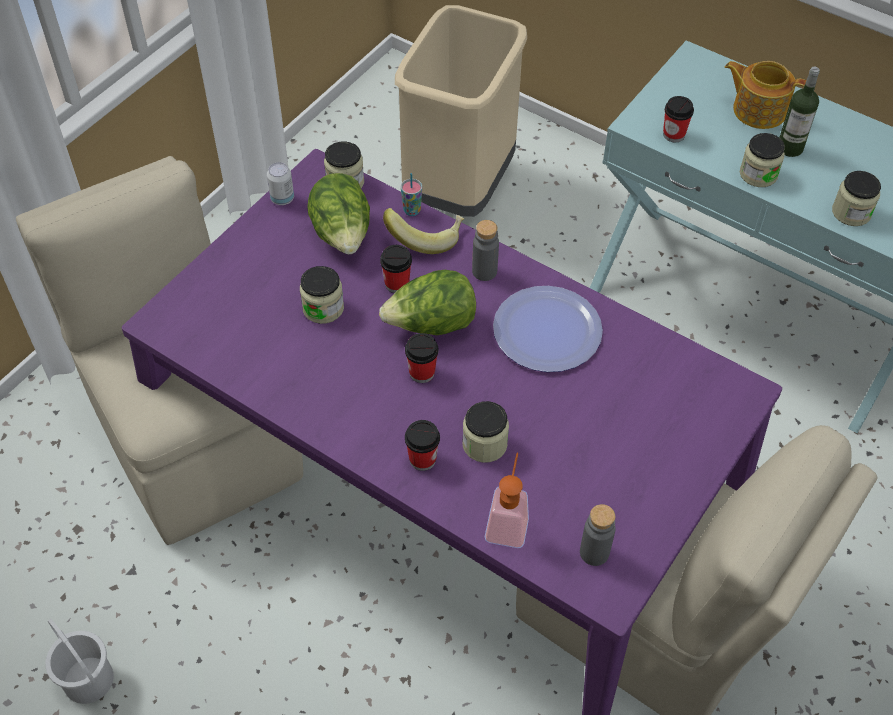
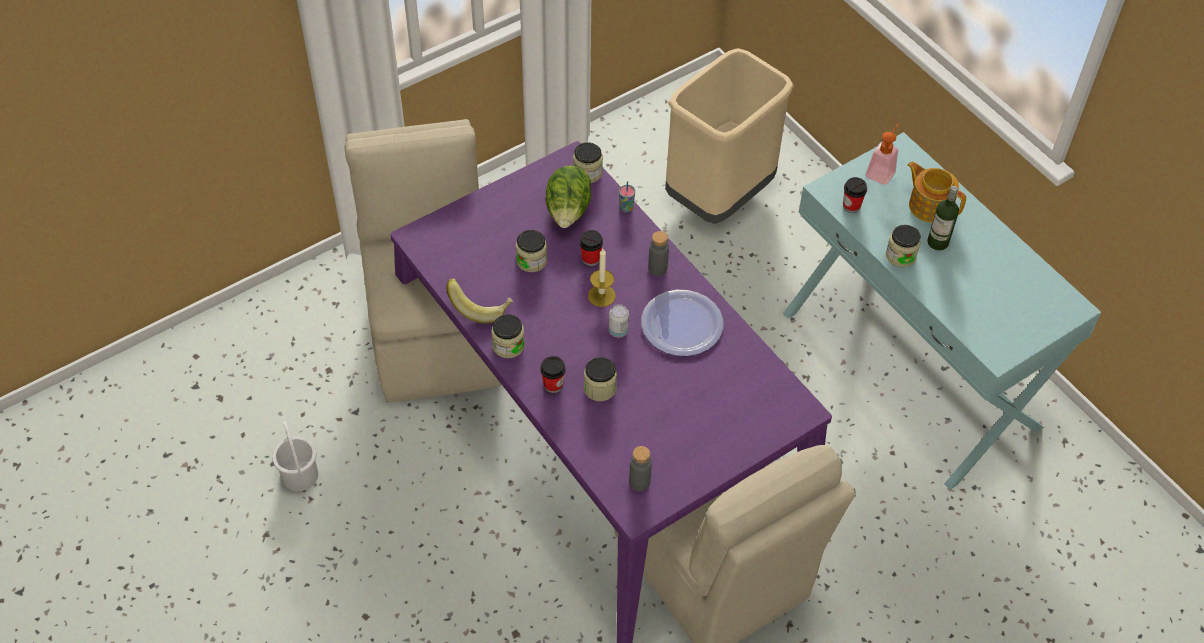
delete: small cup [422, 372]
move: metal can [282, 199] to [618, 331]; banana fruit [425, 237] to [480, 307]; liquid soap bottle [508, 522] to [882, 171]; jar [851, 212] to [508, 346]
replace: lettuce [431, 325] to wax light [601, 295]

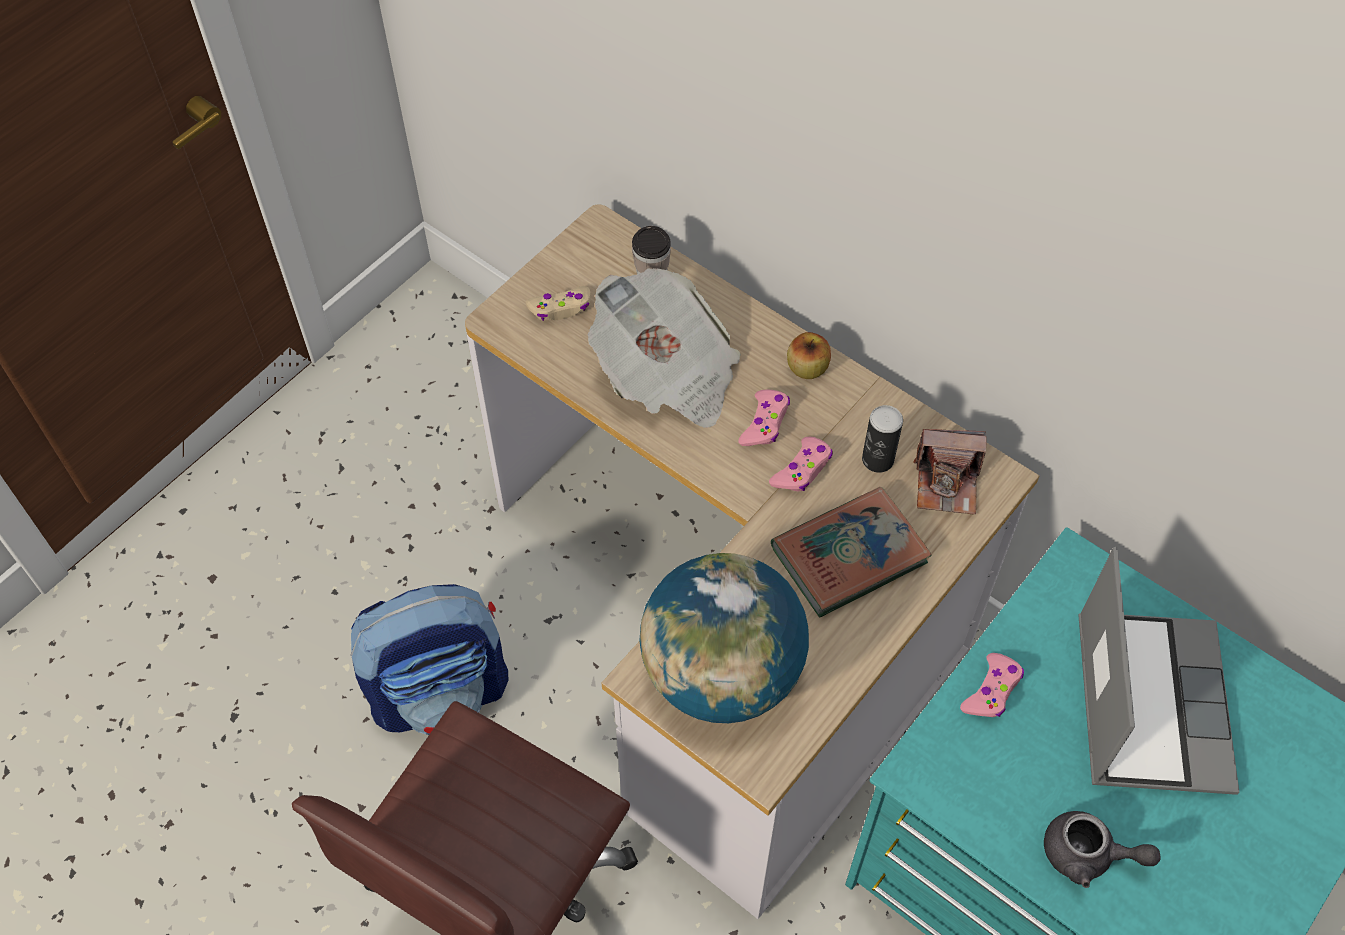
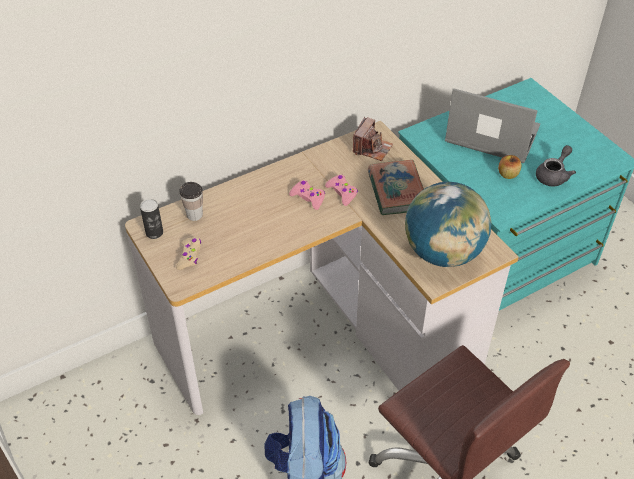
delete: printed paper [666, 374]; joypad (pink) [992, 691]
move: whole apple [807, 368] to [508, 174]; metal can [877, 459] to [154, 233]

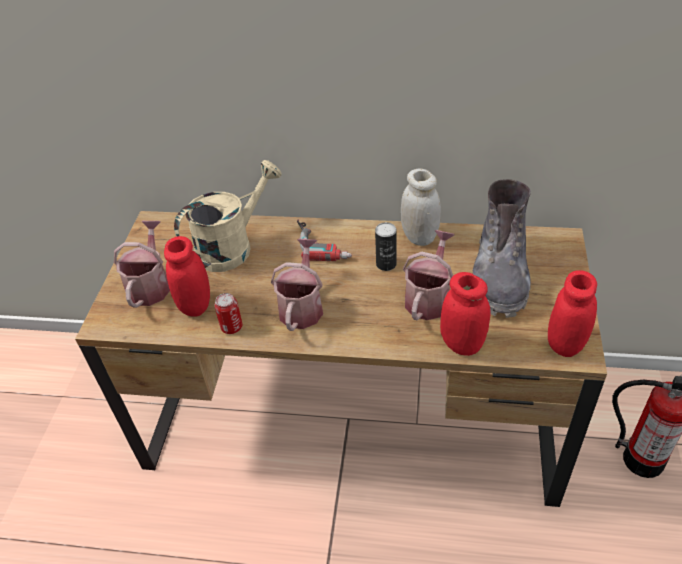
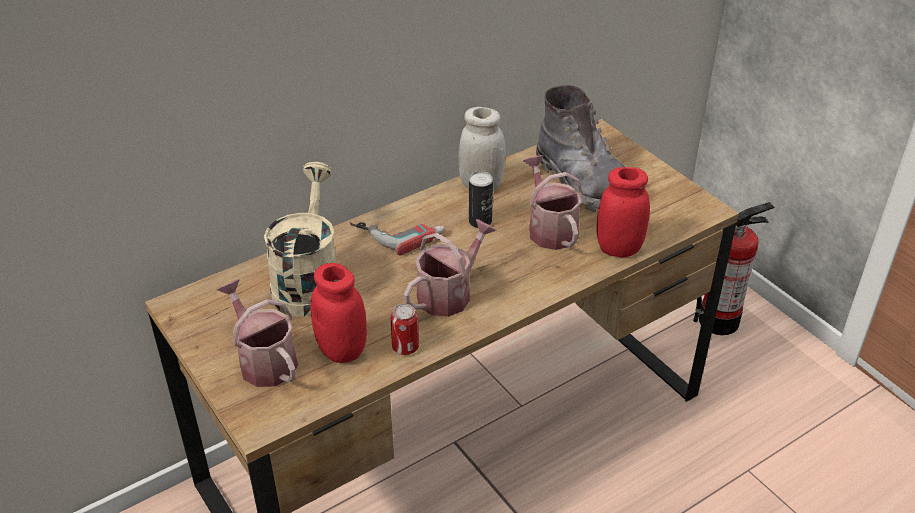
delete: jar (reddish) [565, 344]
rotate: watering can [302, 306] = [449, 293] 75 degrees clockwise

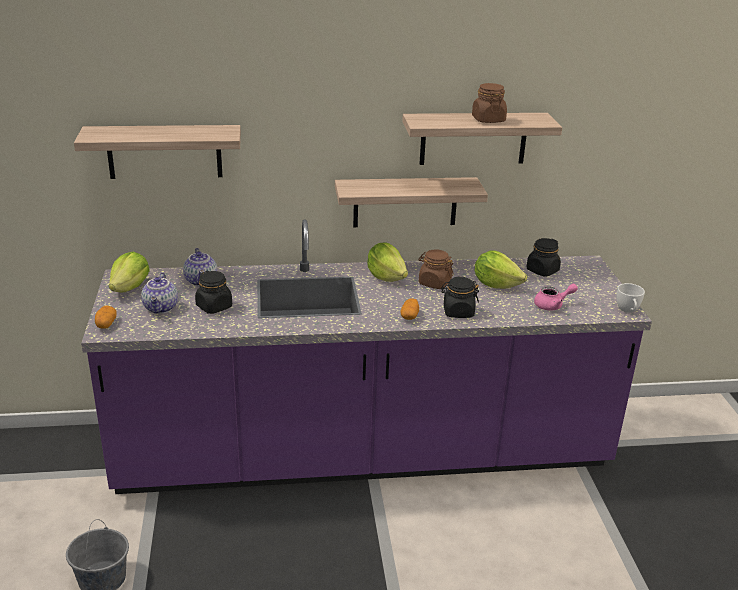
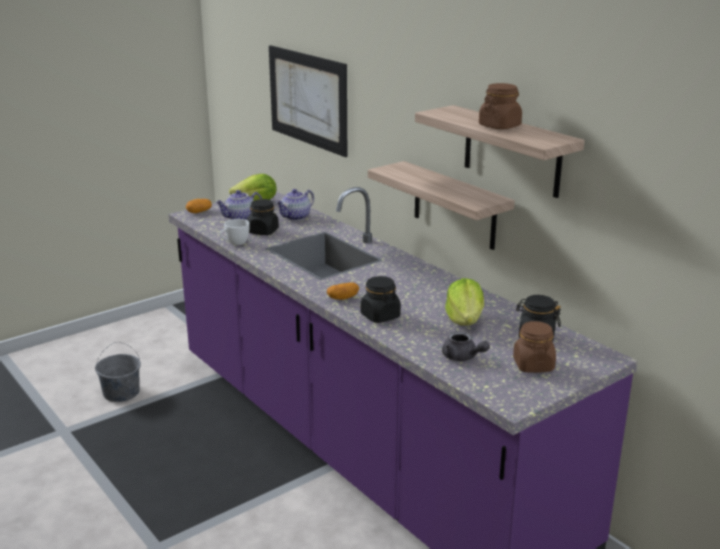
delete: lettuce [386, 277]
move: jar (brown-coloured) [434, 283] to [533, 365]; small cup (white-coloured) [628, 310] to [235, 243]
replace: wall shelf [164, 151] to picture [307, 99]
recolor: tea pot (pink) [552, 305] to tea pot (gray) [462, 357]

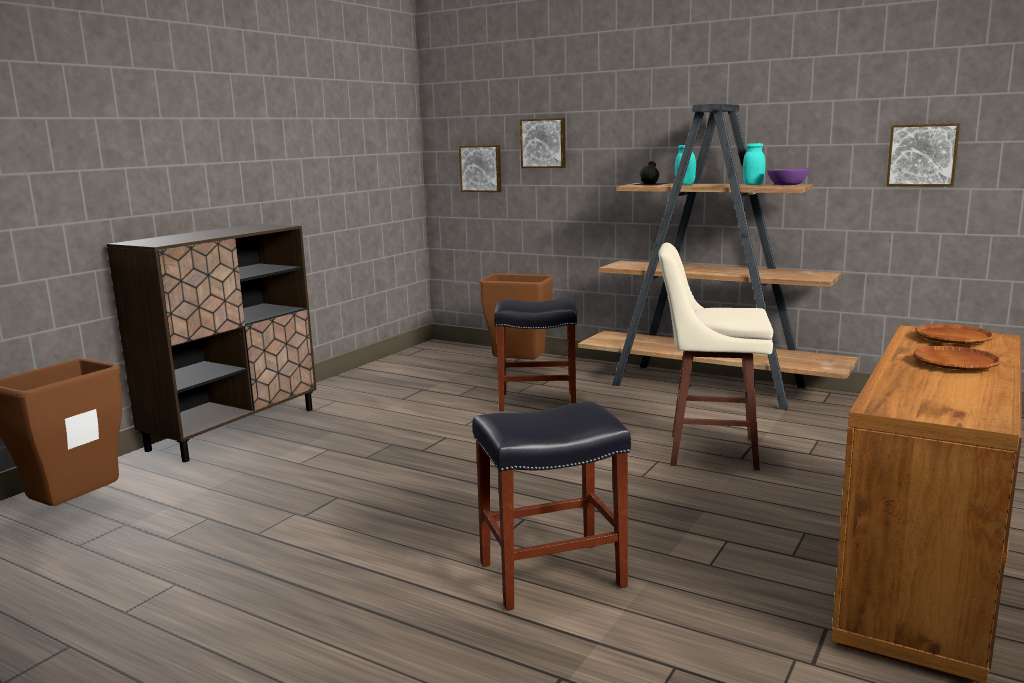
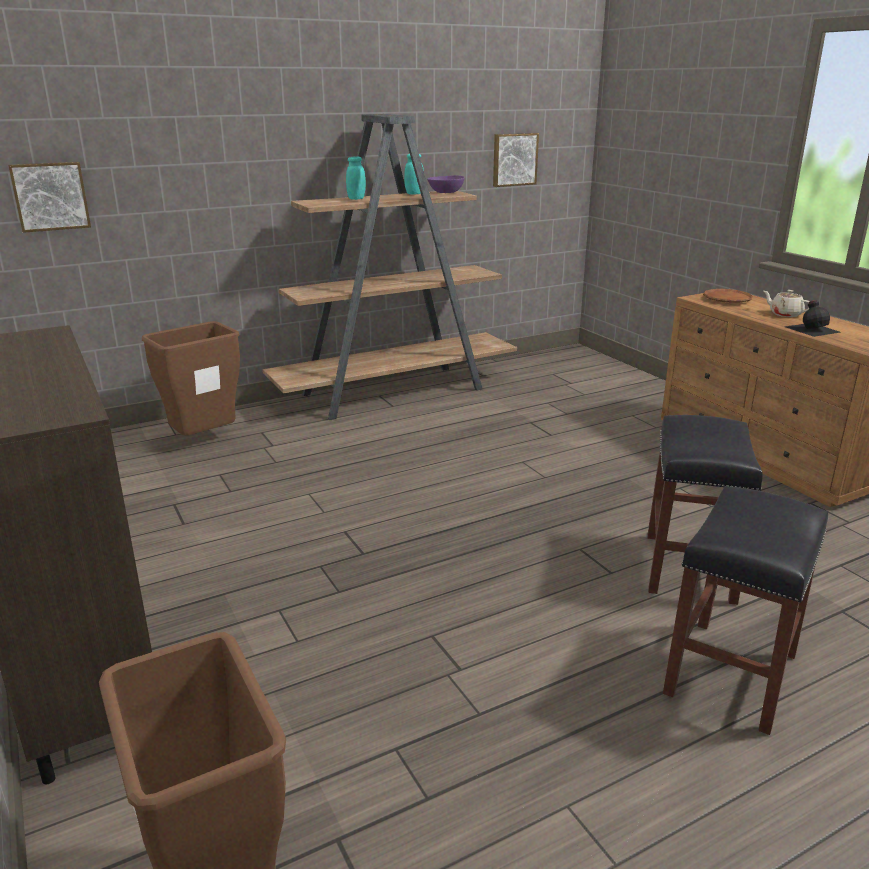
delete: picture [544, 143]; sitting stool (beige-coloured) [709, 451]
move: sitting stool (black-coloured) [536, 401] to [731, 675]; drink bottle (black-coloured) [650, 184] to [812, 329]
replace: dinner plate (brown-coloured) [954, 364] to tea pot (beige-coloured) [784, 314]

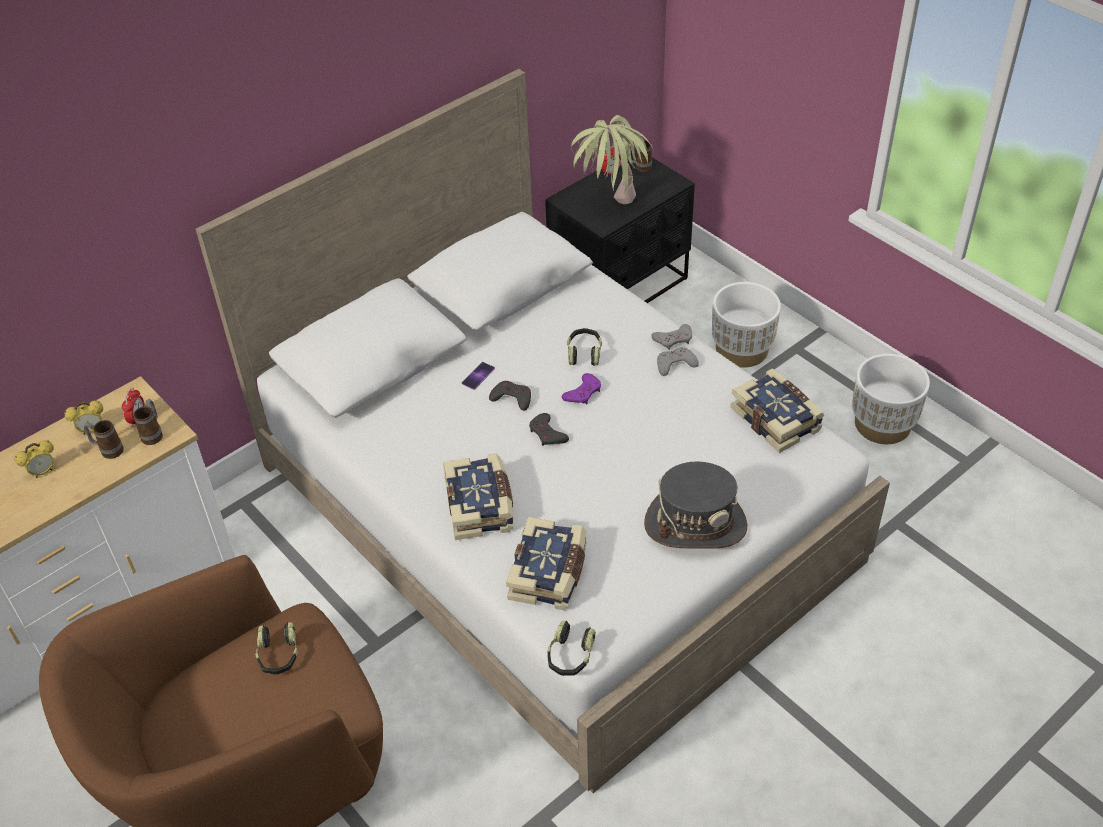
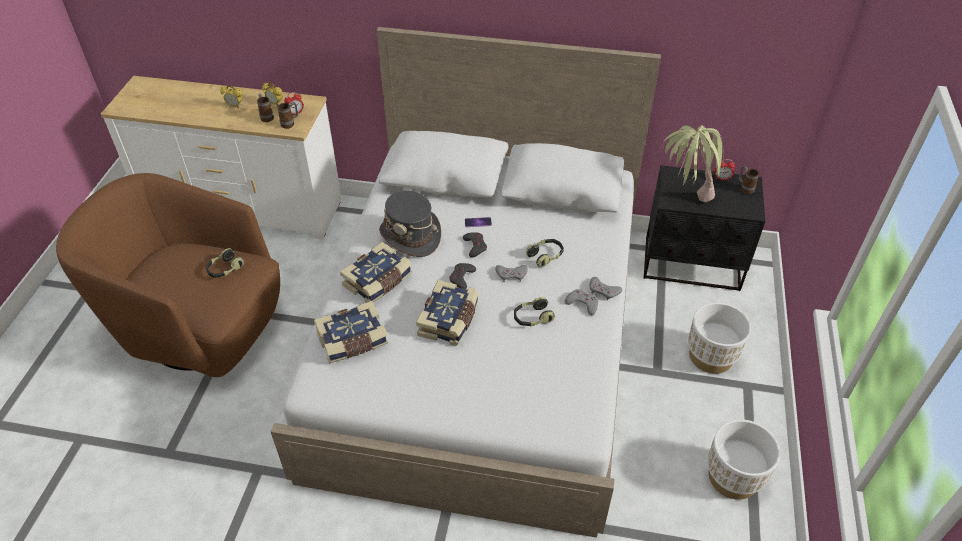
move: headset [570, 656] to [532, 318]; wearable hat (gray) [695, 524] to [411, 235]; bound book [777, 419] to [449, 320]
recolor: joypad (purple-coloured) [583, 393] to joypad (gray) [511, 274]

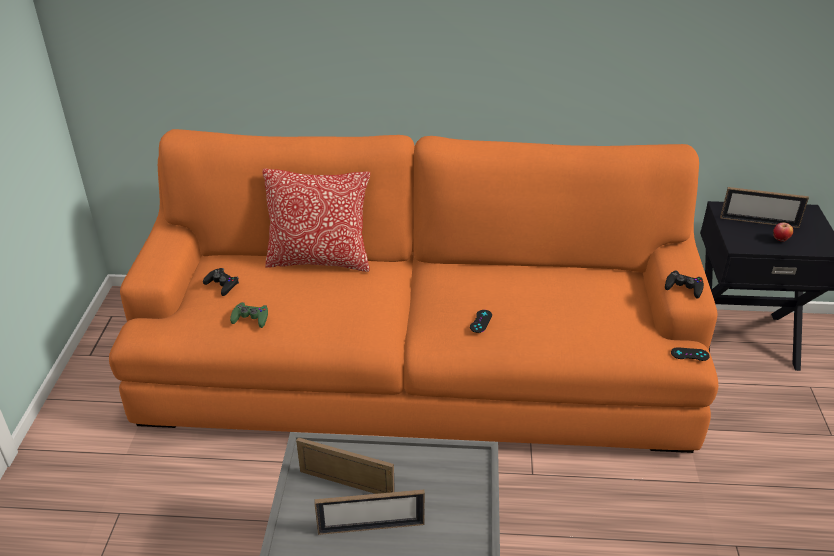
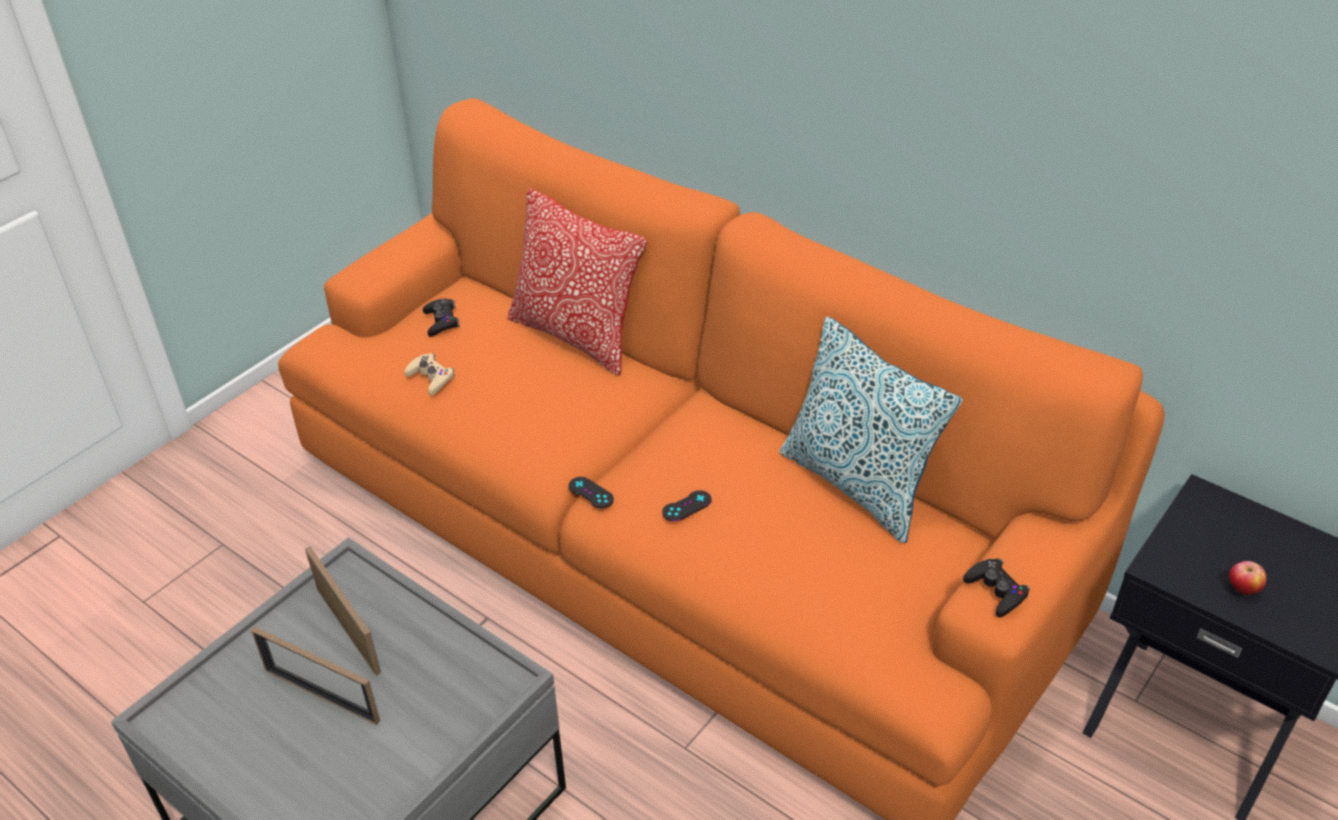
delete: standing frame [759, 222]
insert: throw pillow [857, 485]
move: joypad (black-coloured) [689, 354] to [591, 493]
recolor: joypad (green-coloured) [250, 318] to joypad (beige-coloured) [431, 378]

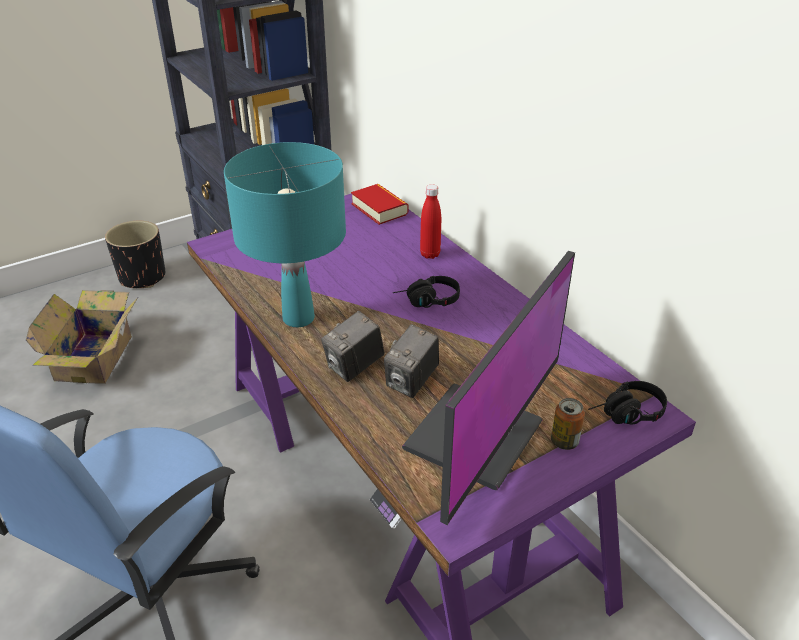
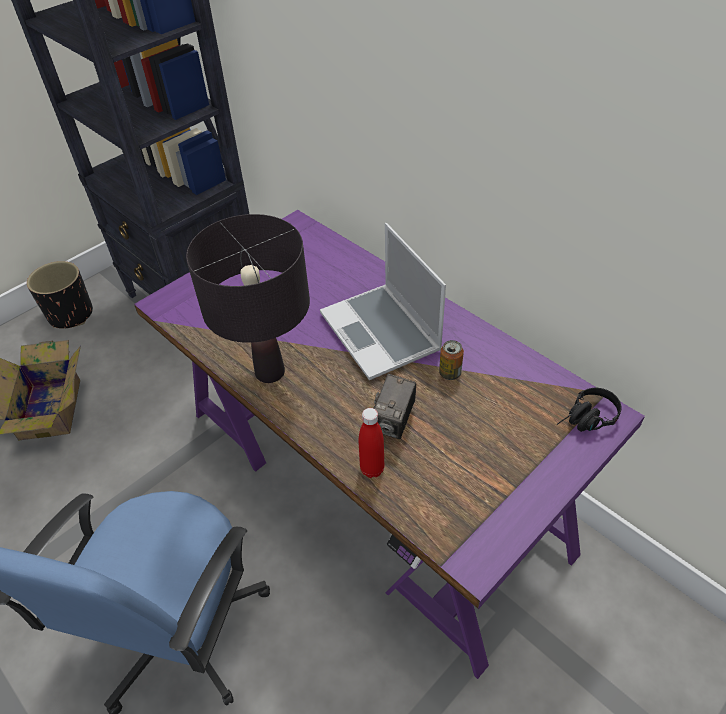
delete: still camera [354, 367]; bound book [379, 209]; computer screen [477, 436]
move: drink bottle (reddish) [430, 254] to [372, 469]; metal can [564, 441] to [450, 373]
replace: headset (black-coloured) [427, 302] to portable computer [382, 333]
recolor: tabletop lamp (turquoise) [298, 318] to tabletop lamp (black-coloured) [270, 372]

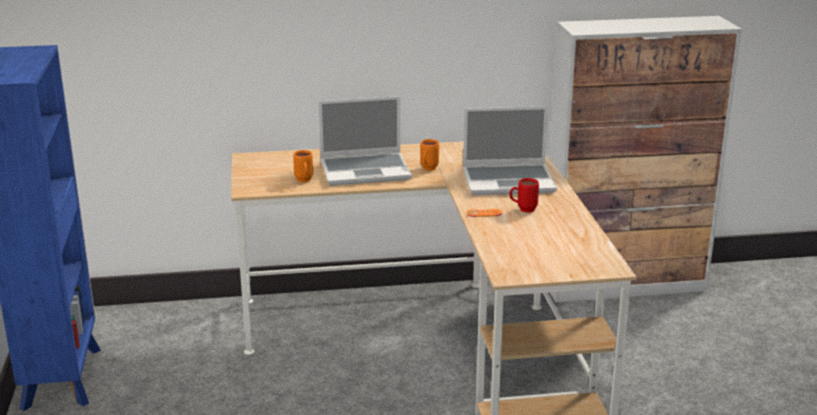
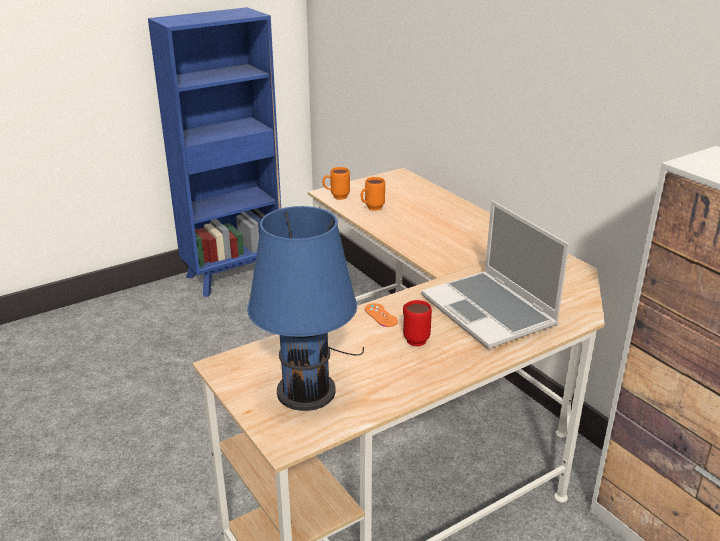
delete: portable computer [366, 170]
insert: tabletop lamp (blue-coloured) [307, 387]
move: tea mug (orange) [428, 169] to [336, 197]

